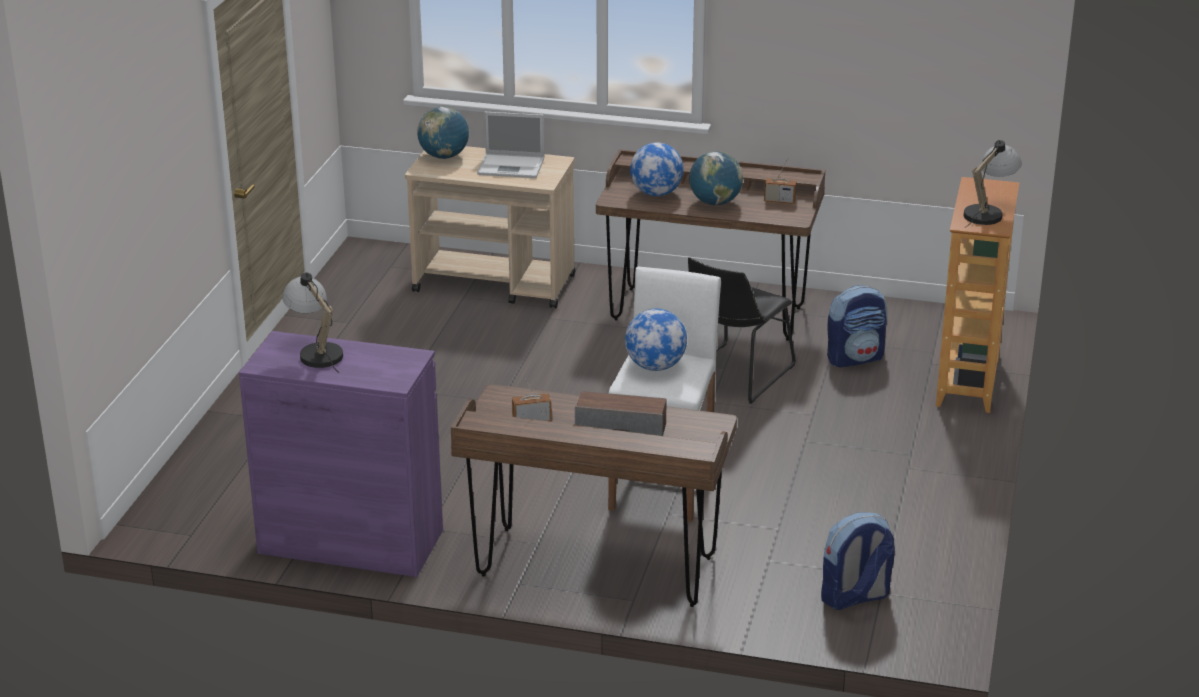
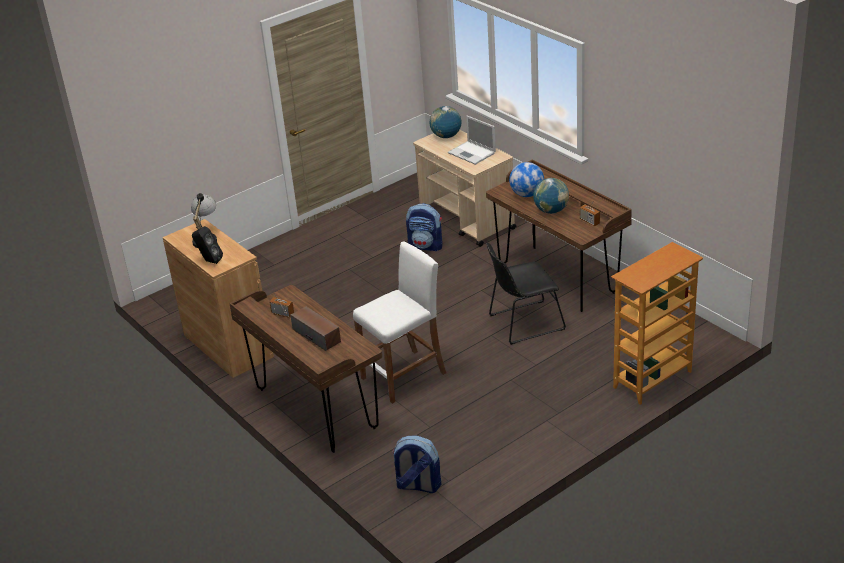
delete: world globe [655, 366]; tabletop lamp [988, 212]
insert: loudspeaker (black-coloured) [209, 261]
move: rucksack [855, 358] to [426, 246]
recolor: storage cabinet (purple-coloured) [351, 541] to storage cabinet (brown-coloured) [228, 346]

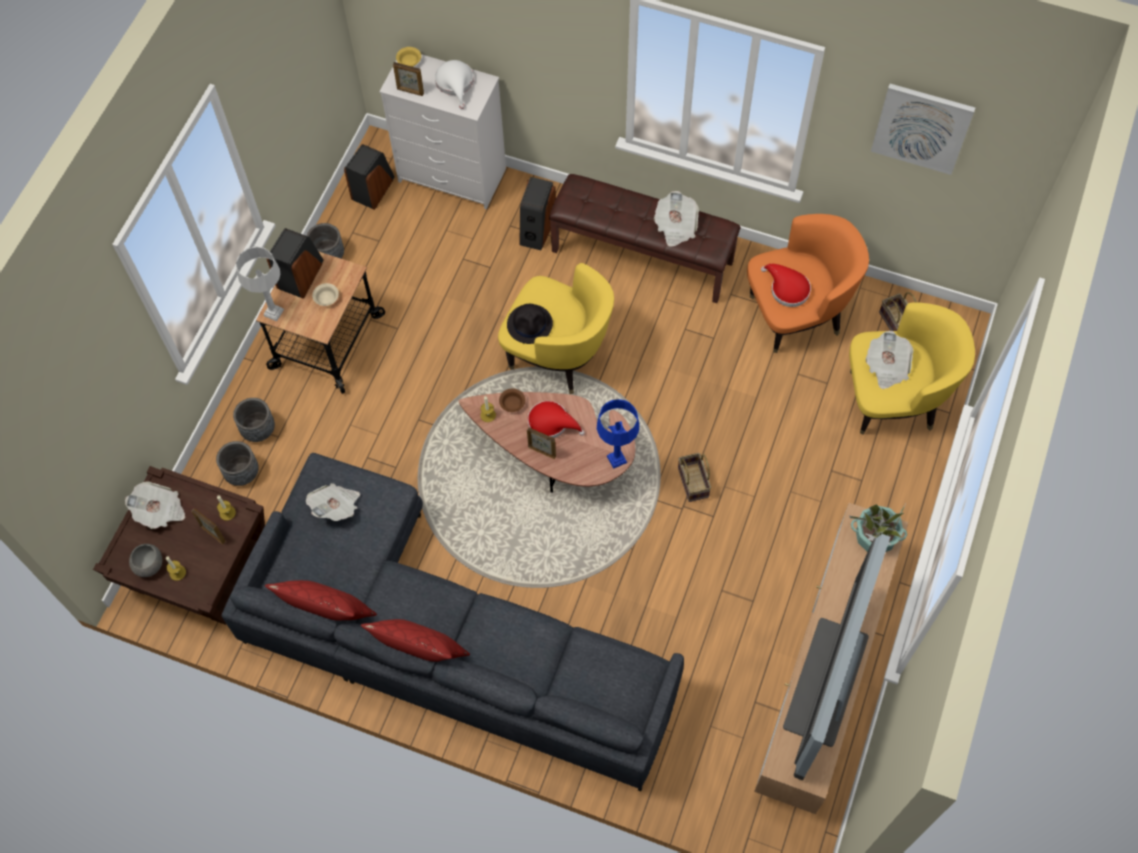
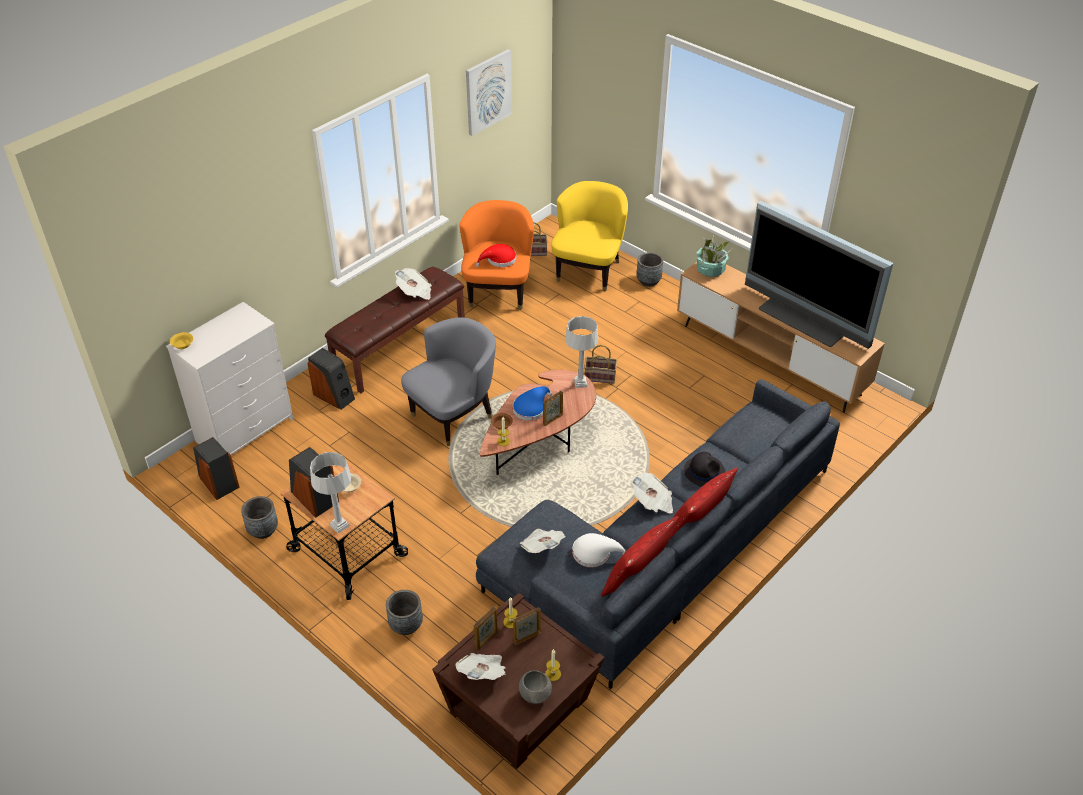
move: plant pot (gray) [242, 473] to [648, 281]; standing frame [410, 91] to [486, 640]; wearable hat (white-coloured) [455, 83] to [594, 553]; wearable hat (black-coloured) [530, 324] to [704, 471]; printed paper [887, 367] to [653, 502]
recolor: armchair (yellow-coloured) [558, 355] to armchair (gray) [454, 415]; wearable hat (reddish) [551, 423] to wearable hat (blue-coloured) [531, 408]; tabletop lamp (blue-coloured) [616, 459] to tabletop lamp (gray) [580, 383]

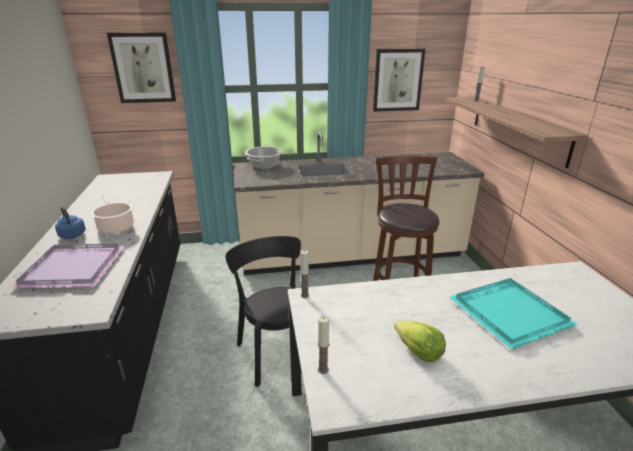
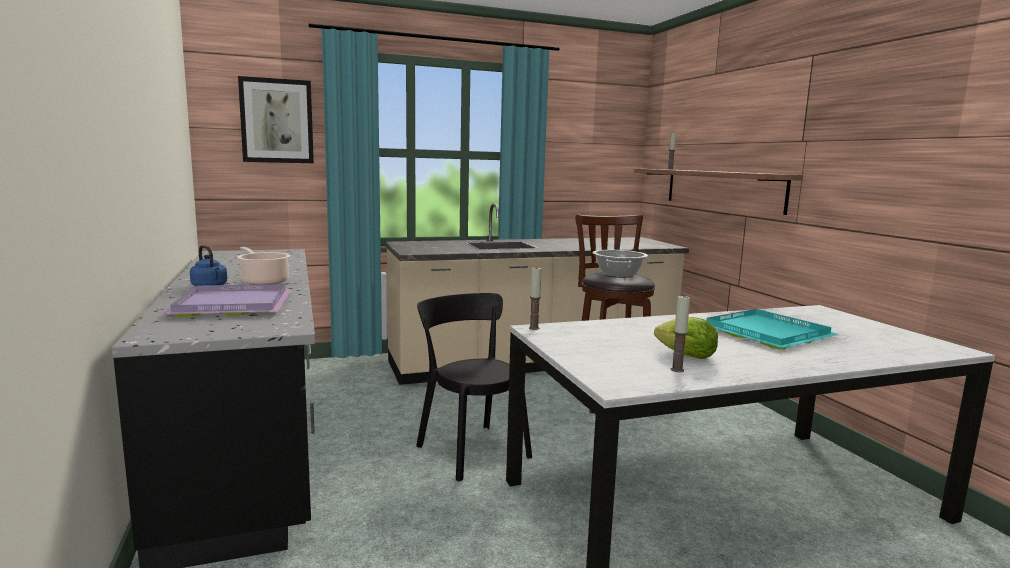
delete: picture [397, 80]
move: saucepot [264, 166] to [618, 275]; wax light [323, 369] to [677, 370]

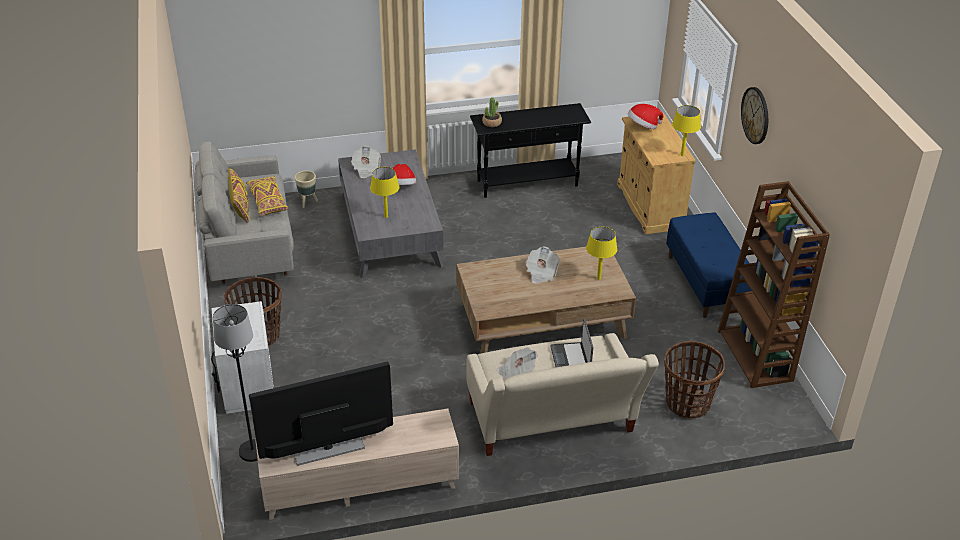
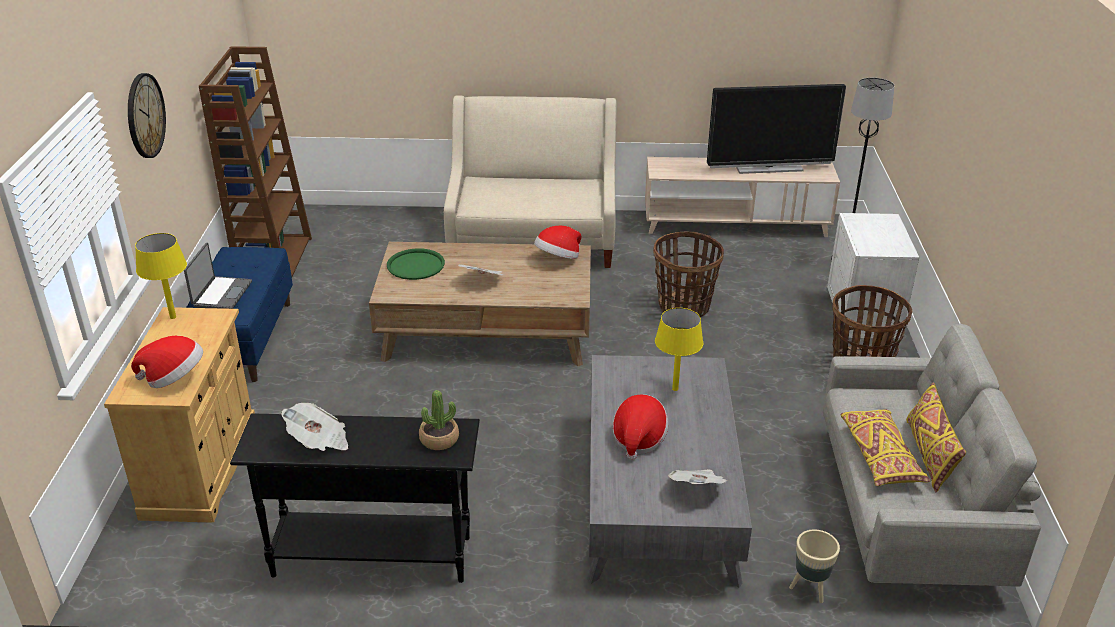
insert: wearable hat [558, 258]
move: printed paper [516, 372] to [319, 441]; portable computer [571, 359] to [221, 294]; basket [687, 403] to [684, 307]
replace: tabletop lamp (yellow-coloured) [598, 278] to carrying tray (green-coloured) [416, 265]

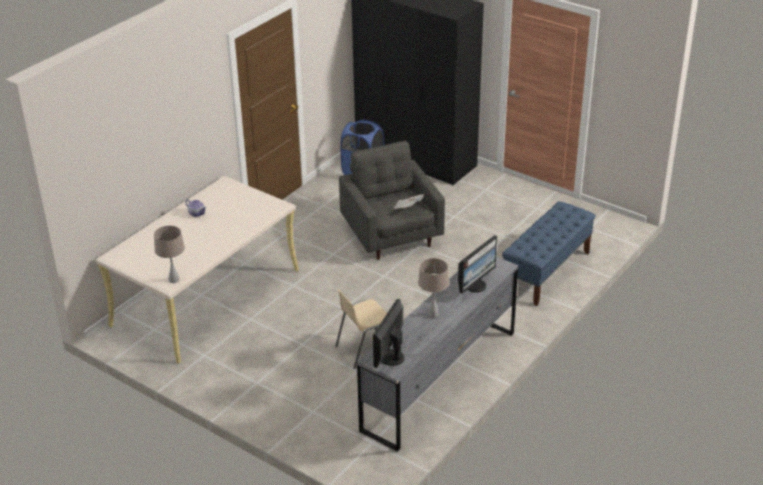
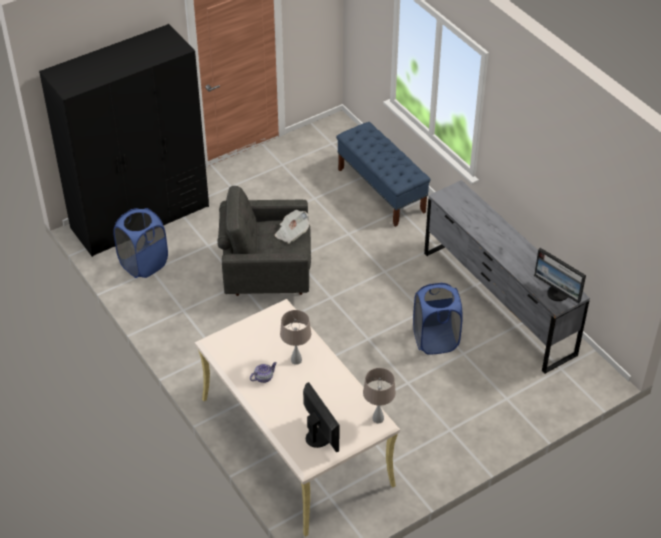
move: tabletop lamp (beige-coloured) [432, 314] to [296, 360]; computer screen [475, 285] to [319, 437]
replace: plain chair (beige-coloured) [365, 349] to hamper (blue-coloured) [435, 340]

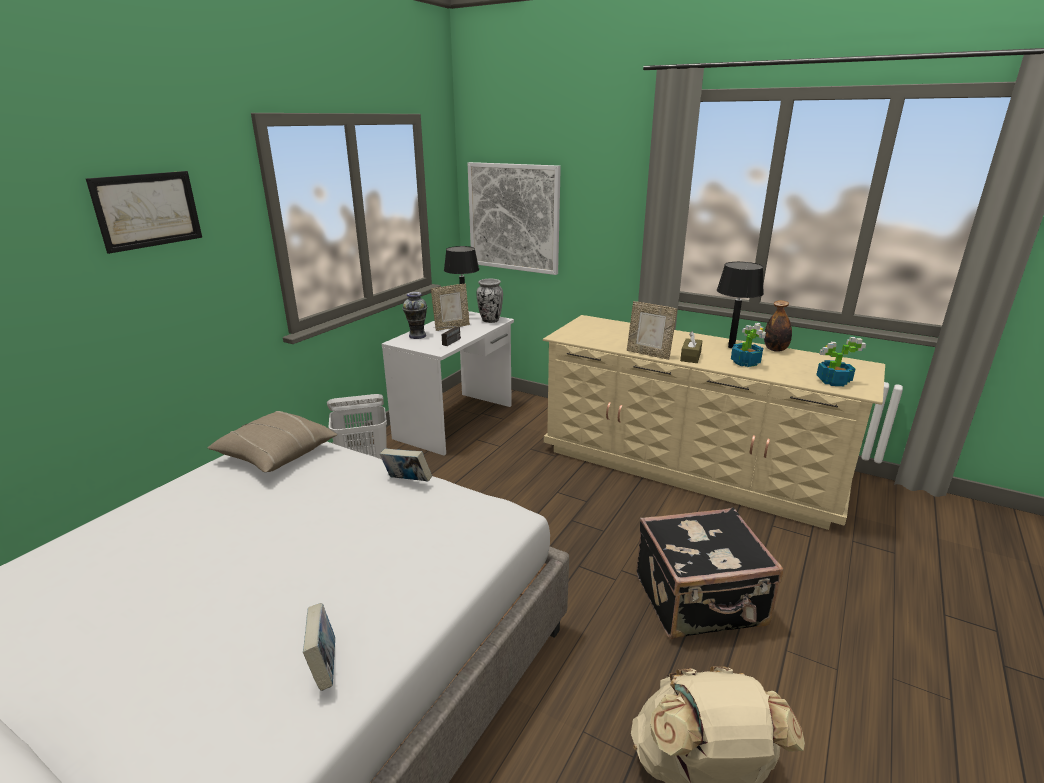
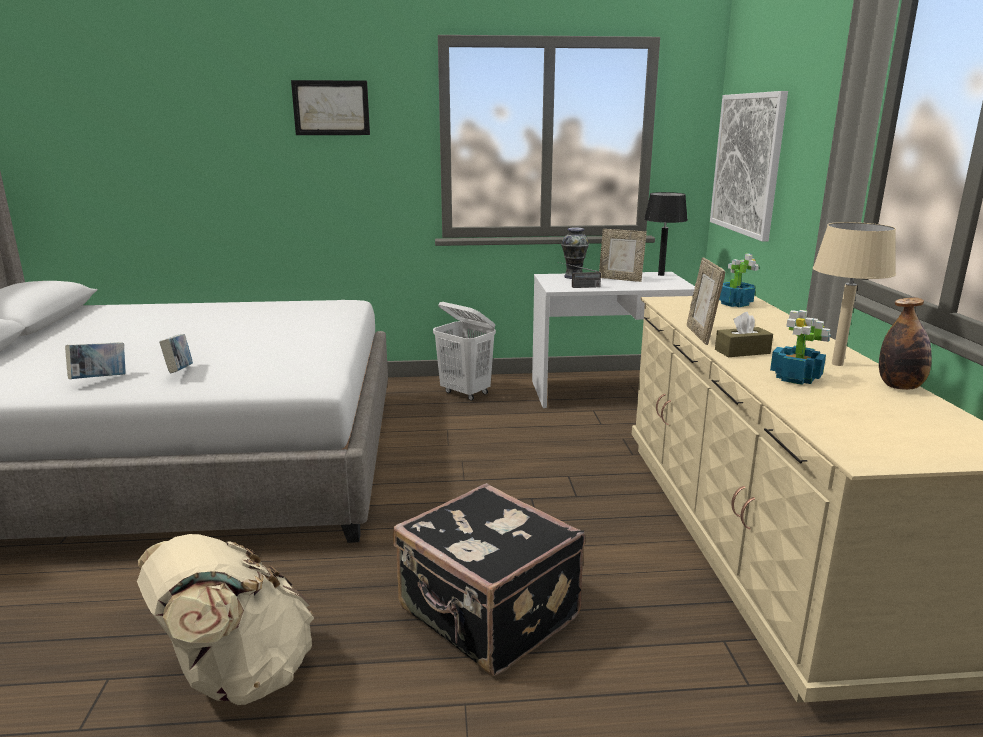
delete: throw pillow (beige-coloured) [276, 455]; decorative vase [490, 321]
move: bound book [407, 481] to [179, 372]; potted plant [832, 381] to [734, 303]
recolor: tabletop lamp (black-coloured) [731, 347] to tabletop lamp (beige-coloured) [837, 364]

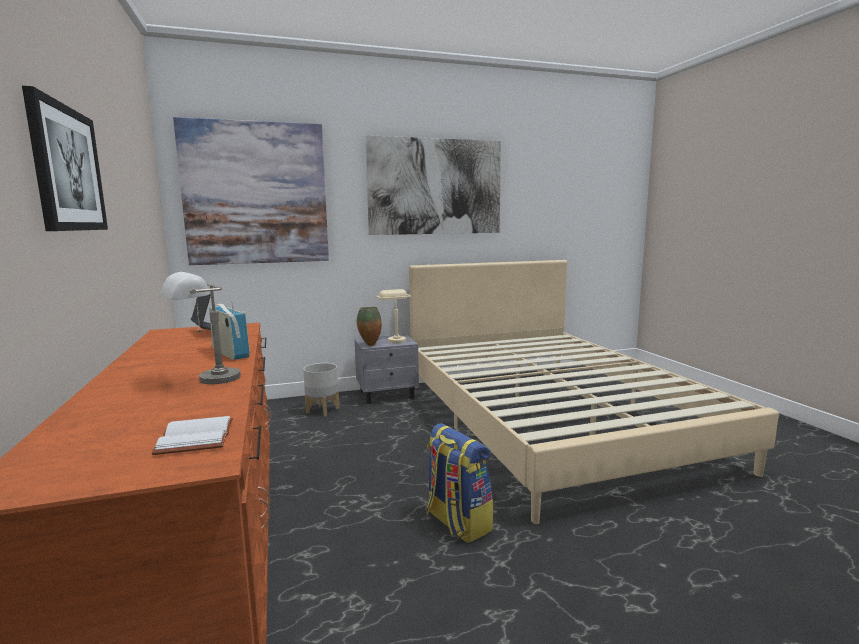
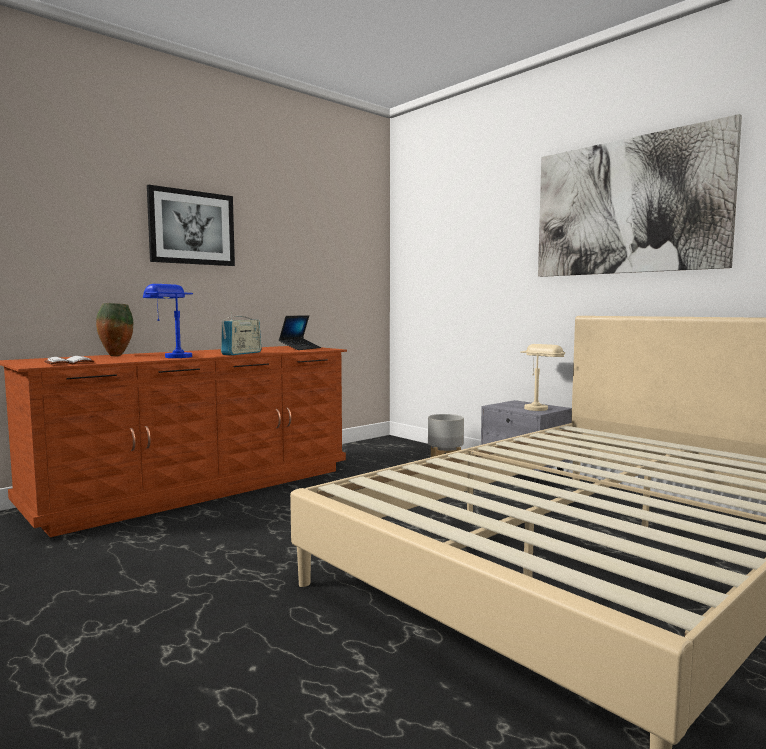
delete: picture [256, 194]; rucksack [456, 522]
move: decorative vase [369, 345] to [116, 356]
recolor: tabletop lamp (gray) [206, 381] to tabletop lamp (blue-coloured) [171, 357]

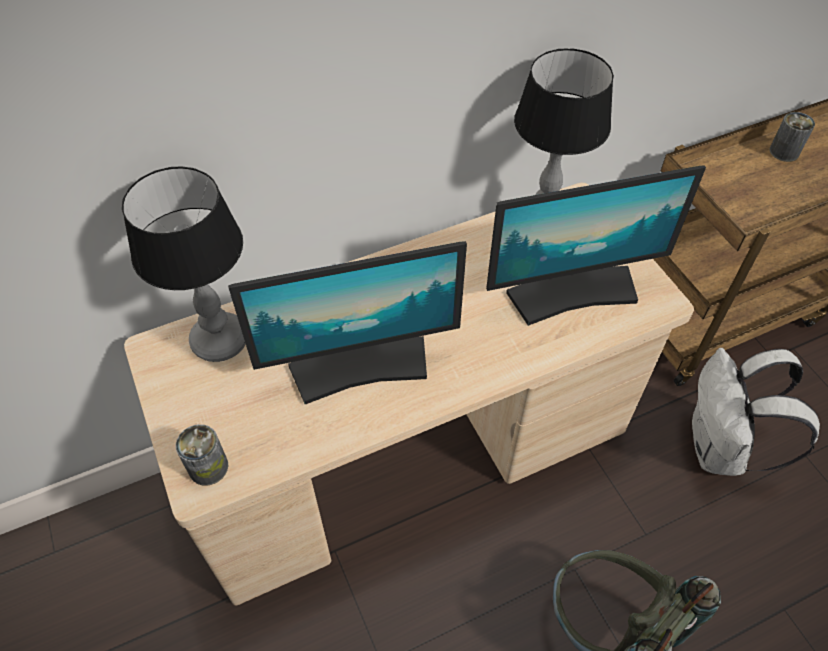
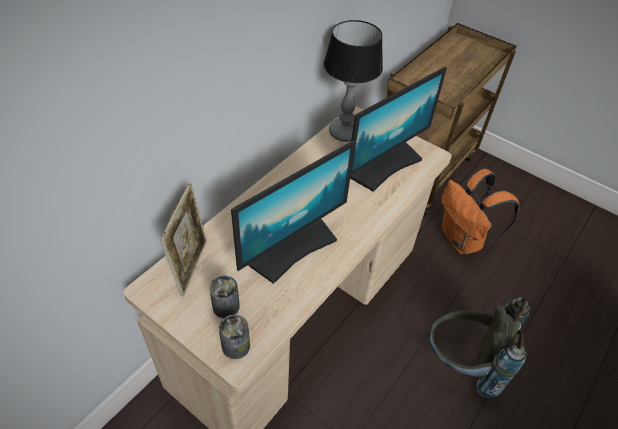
move: metal can [784, 152] to [226, 306]
replace: tabletop lamp [220, 339] to standing frame [191, 266]
recolor: rucksack (white-coloured) [720, 449] to rucksack (orange) [463, 240]

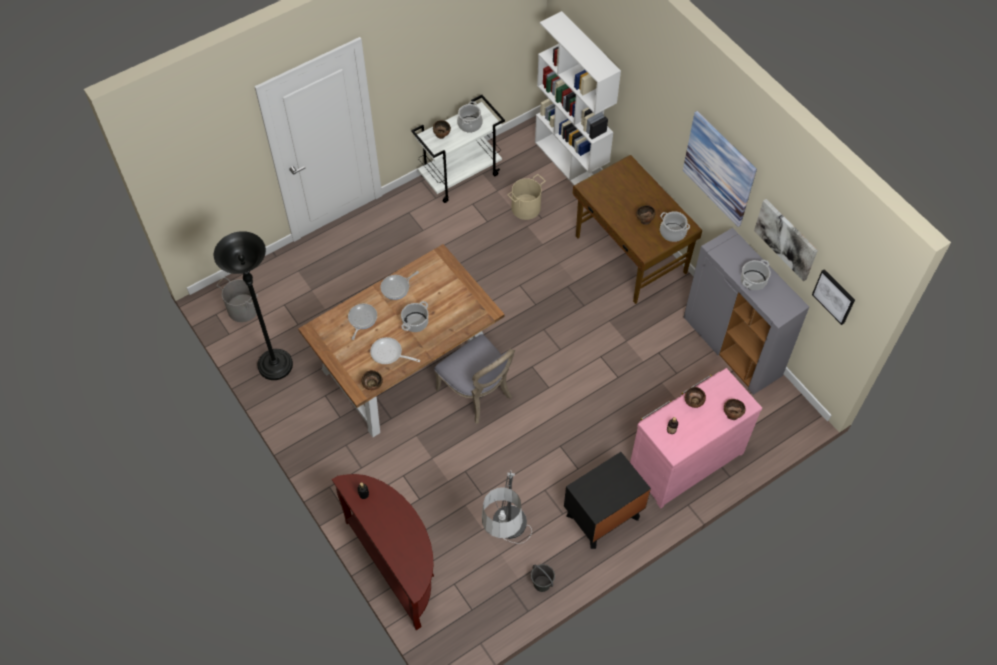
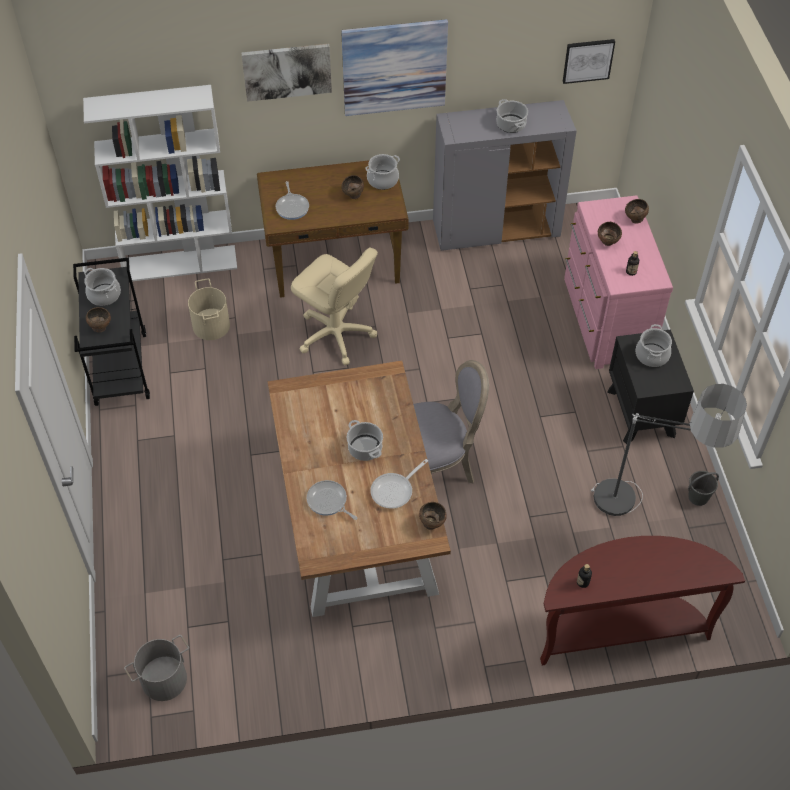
delete: floor lamp (black-coloured) [275, 365]
insert: desk chair (beige-coloured) [335, 335]; saucepot [652, 355]
move: pan [397, 288] to [292, 207]; picture [786, 239] to [287, 71]
recolor: cart (white-coloured) [460, 175] to cart (black-coloured) [120, 368]

